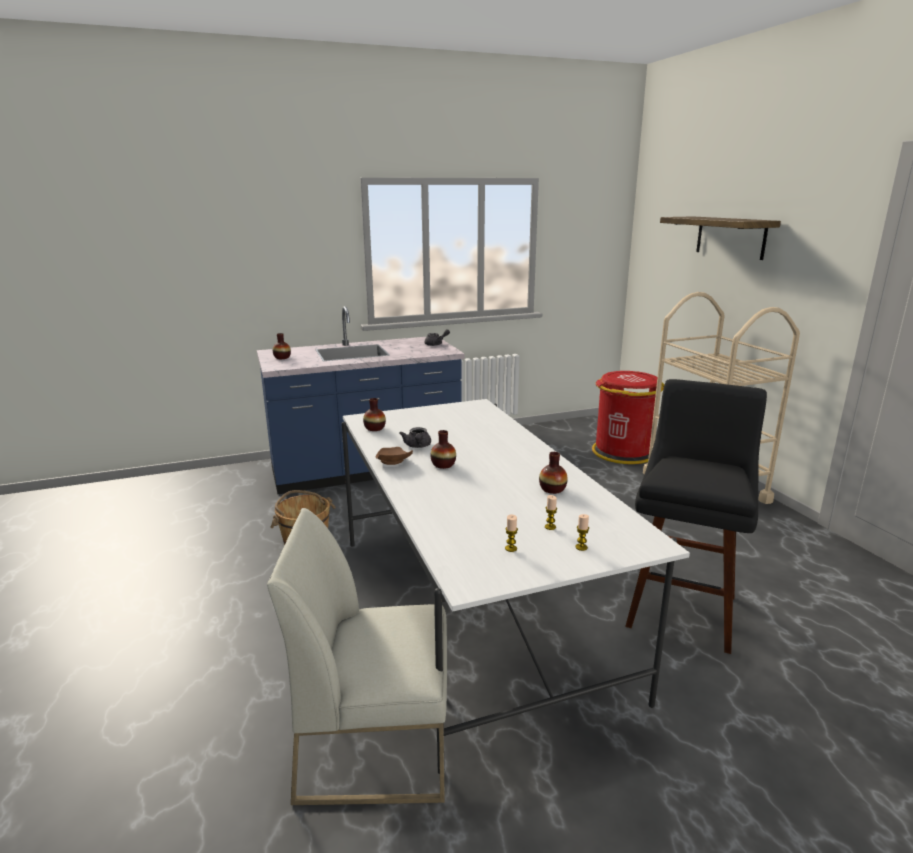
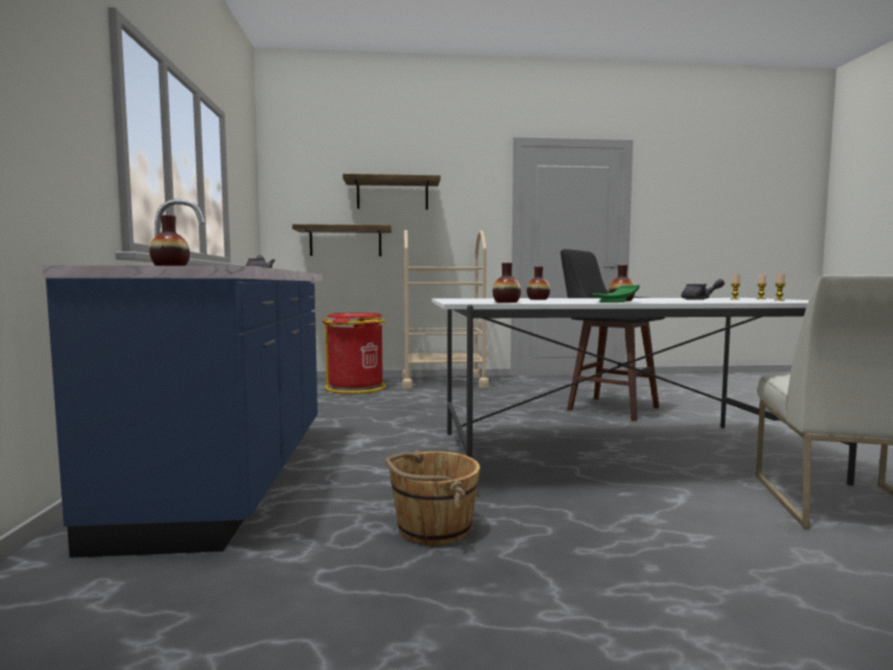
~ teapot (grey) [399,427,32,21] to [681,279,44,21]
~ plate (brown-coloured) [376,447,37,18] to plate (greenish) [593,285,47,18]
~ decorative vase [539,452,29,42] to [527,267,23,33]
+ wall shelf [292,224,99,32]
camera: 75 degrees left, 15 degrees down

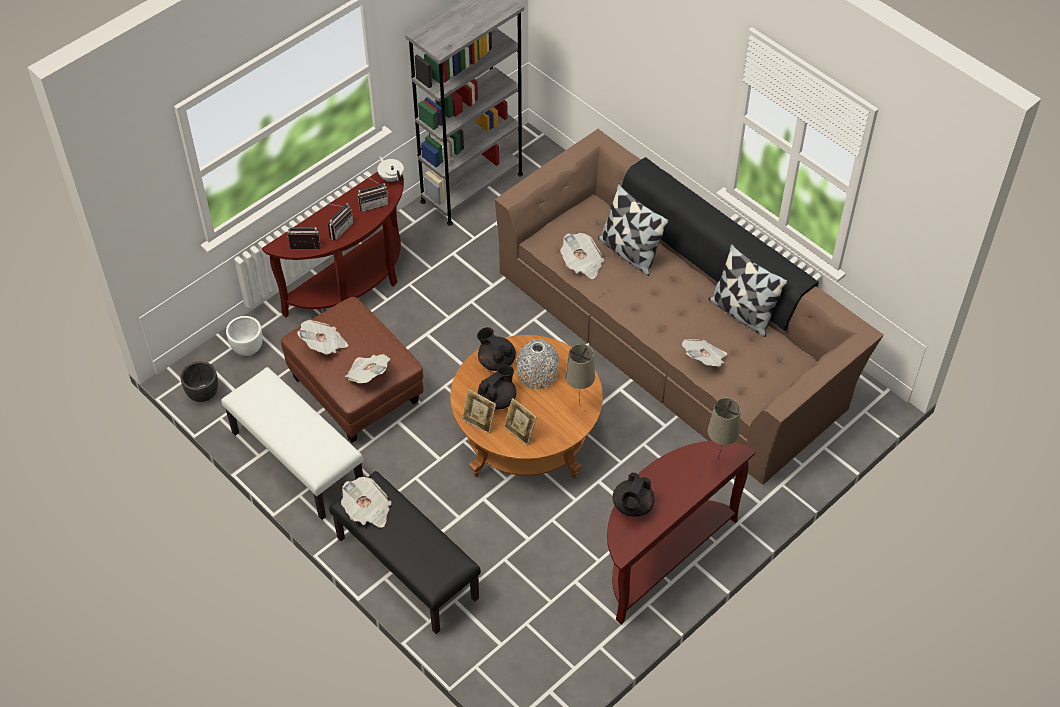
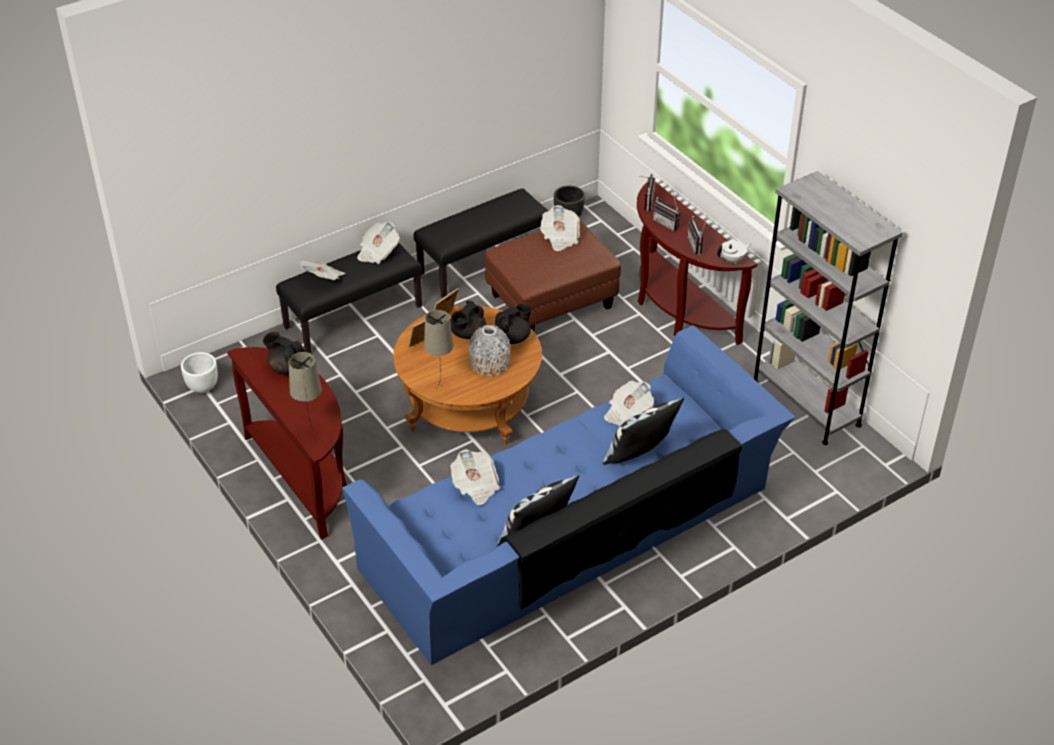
~ sofa (brown-coloured) [495,129,389,356] to sofa (bluish) [342,325,453,340]
~ flower pot (white) [226,316,36,40] to [181,352,37,42]
~ printed paper [345,354,45,29] to [299,260,46,20]
~ teapot (black-coloured) [478,365,38,45] = [450,301,36,38] 75 degrees clockwise
~ long seat (white) [221,367,142,153] to long seat (black-coloured) [414,188,135,110]
camera: 100 degrees right, 10 degrees down

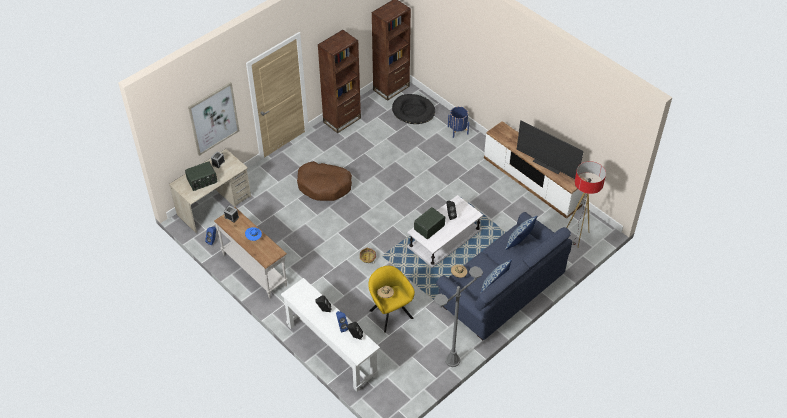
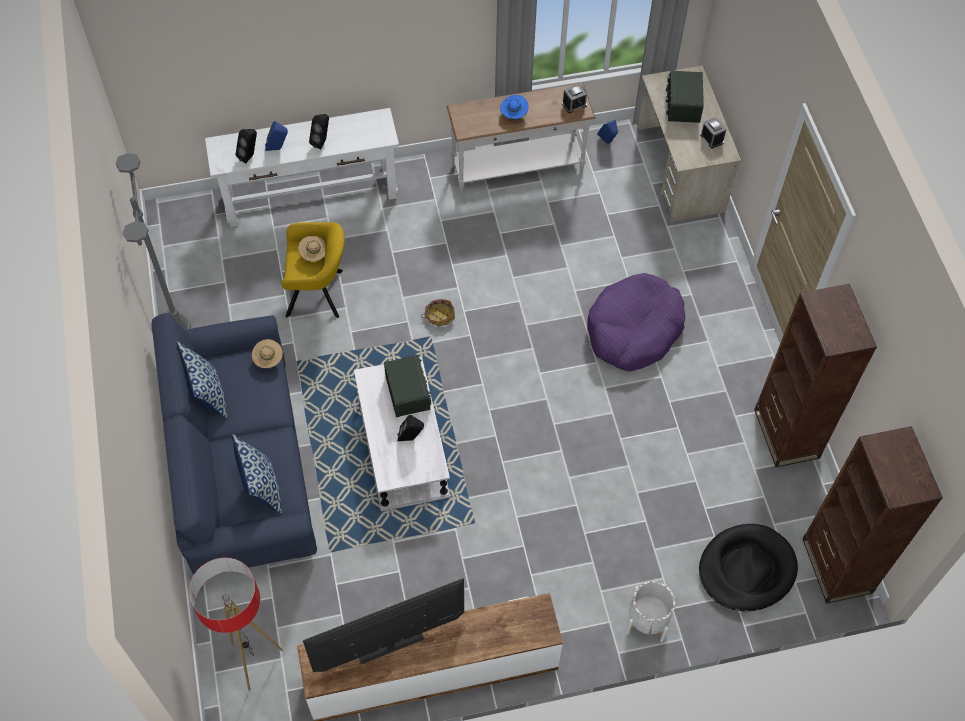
- picture [188,82,51,74]
~ flower pot (bluish) [448,106,21,32] to flower pot (white) [626,581,49,61]
~ dog cushion (brown-coloured) [297,161,55,40] to dog cushion (purple) [588,273,97,98]
camera: 120 degrees right, 10 degrees up

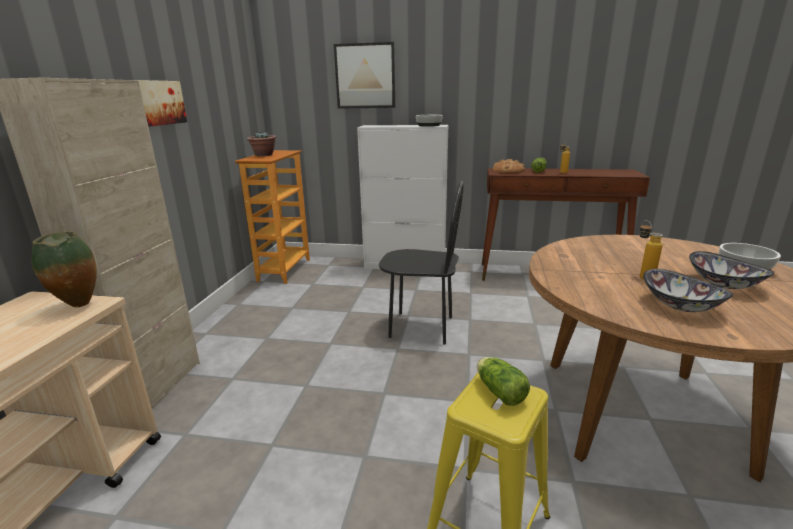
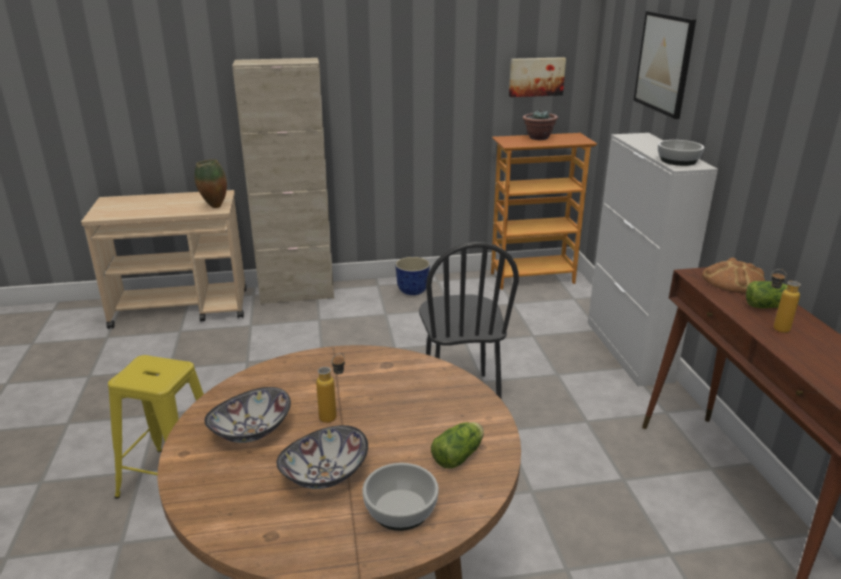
~ picture [138,80,49,47] to [509,57,57,40]
~ lettuce head [477,357,53,49] to [431,422,53,46]
+ flower pot [395,257,35,38]
camera: 70 degrees right, 5 degrees up

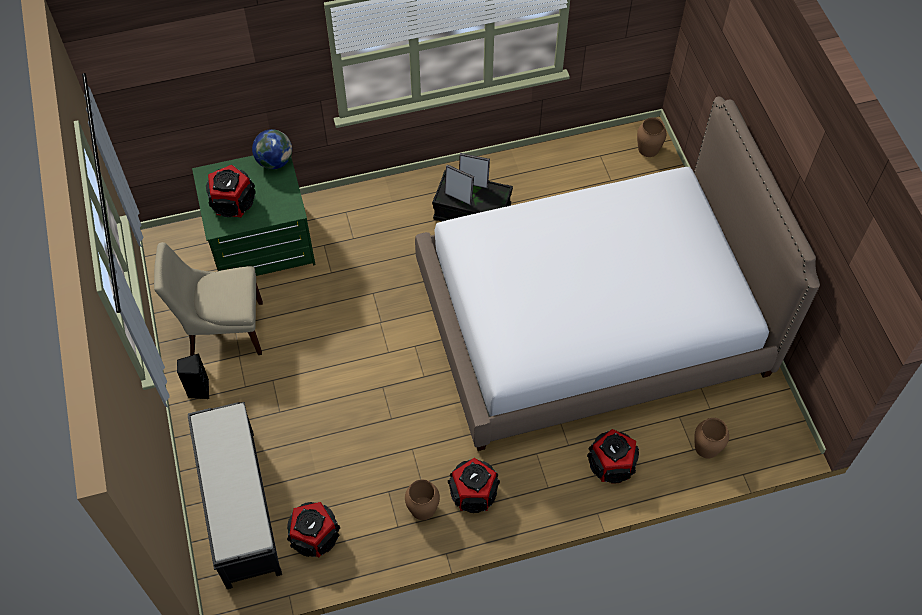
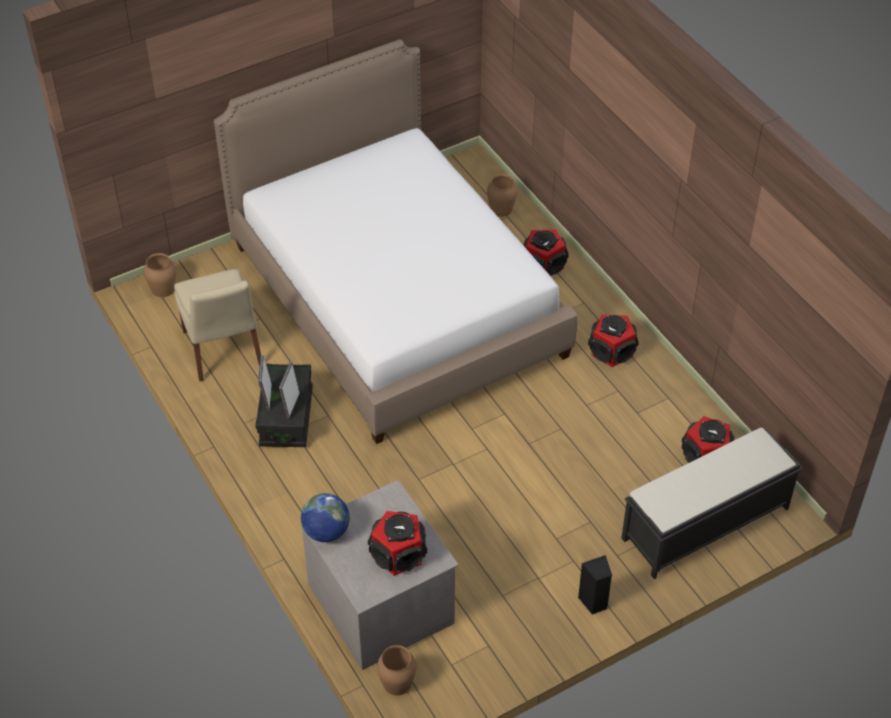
~ drawer chest (greenish) [192,155,124,121] to drawer chest (grey) [301,480,158,190]
~ chair (beige-coloured) [154,242,109,114] to [174,269,87,112]
~ decorative vase (brown-coloured) [405,479,35,41] to [377,645,39,51]
camera: 105 degrees left, 10 degrees down

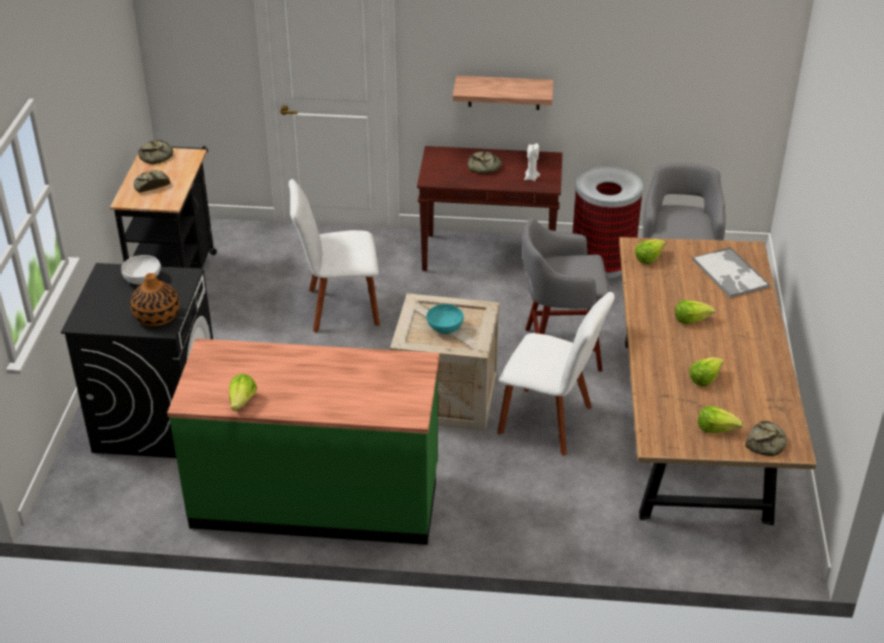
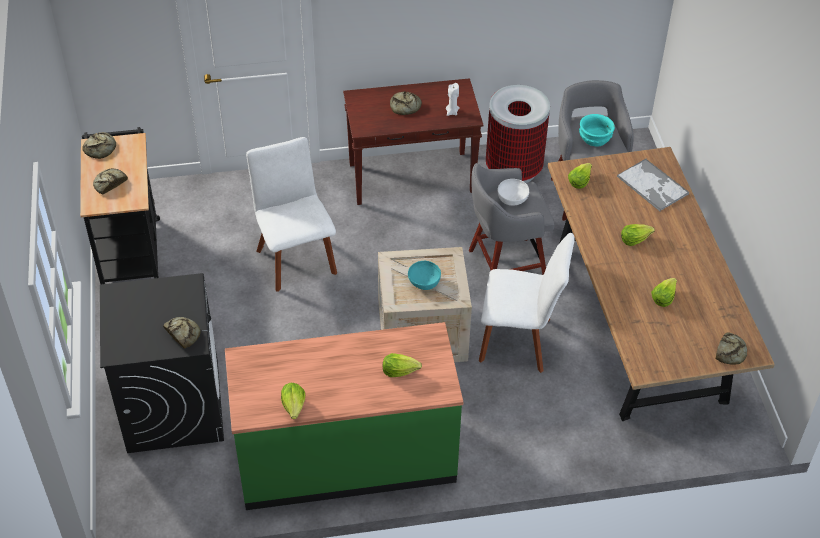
- wall shelf [453,76,101,34]
~ chair (white) [289,179,91,154] = [246,137,91,155] 90 degrees clockwise
~ deep dish (white) [121,255,40,29] to [498,179,31,27]
~ decorative vase [131,273,49,53] to bread [163,317,38,32]
~ lettuce head [698,406,45,27] to [383,353,39,24]
+ deep dish (turquoise) [579,114,36,33]
camera: 15 degrees left, 10 degrees up

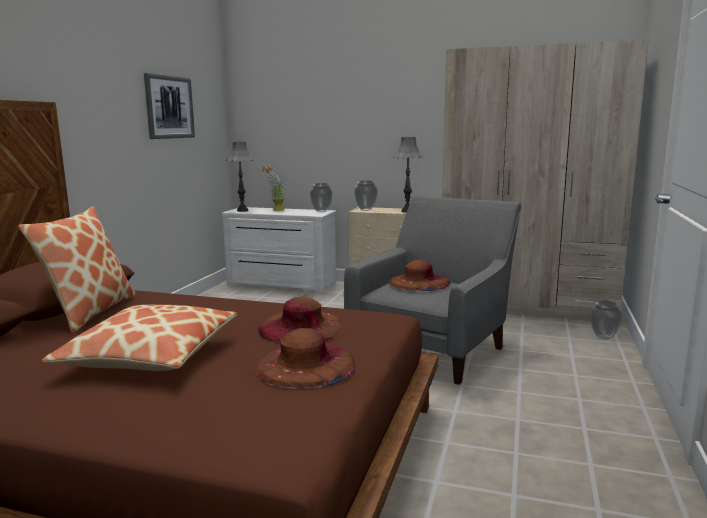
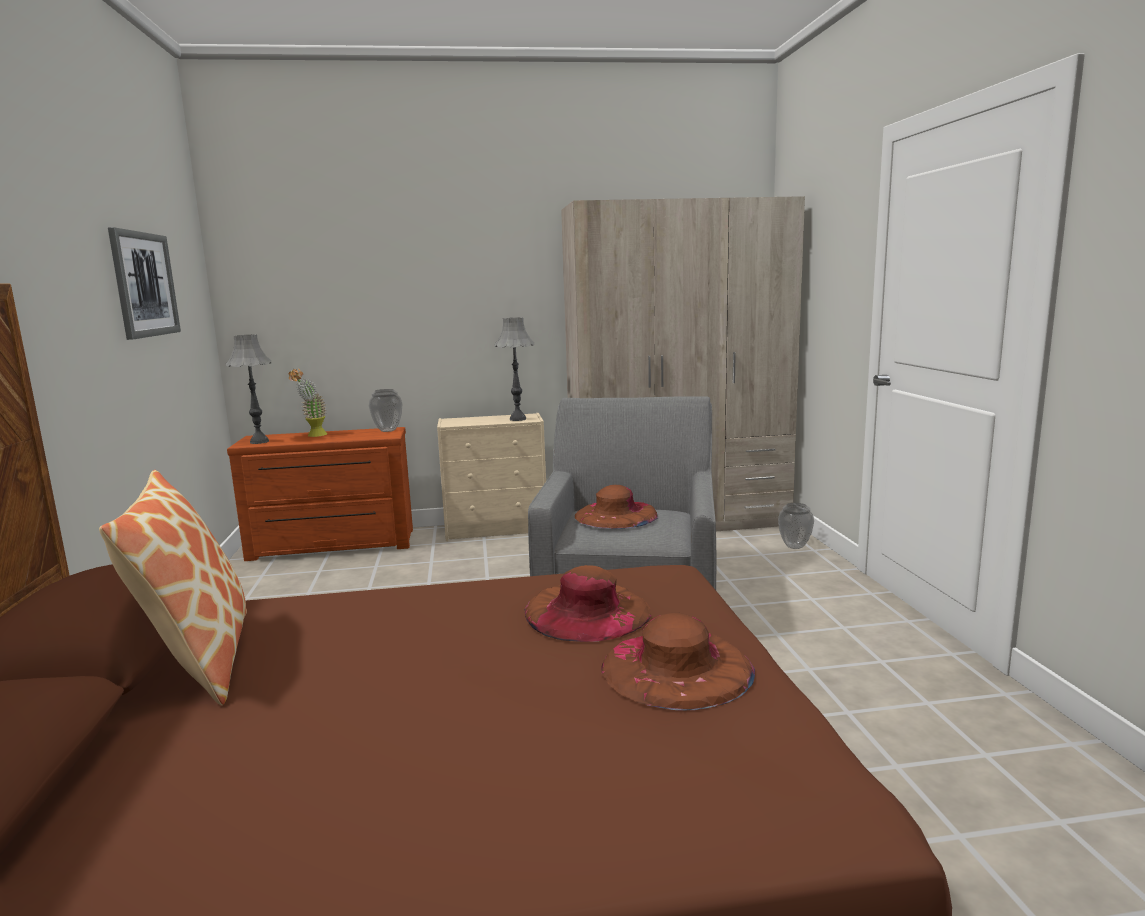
- decorative vase [354,180,24,31]
~ drawer chest (white) [222,207,114,86] to drawer chest (brown-coloured) [227,427,186,134]
- throw pillow [41,305,196,66]
camera: 25 degrees left, 0 degrees up

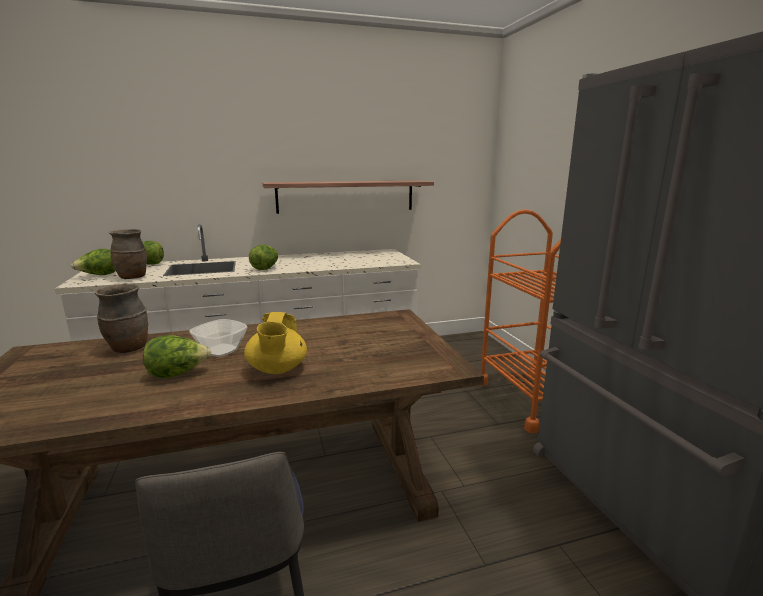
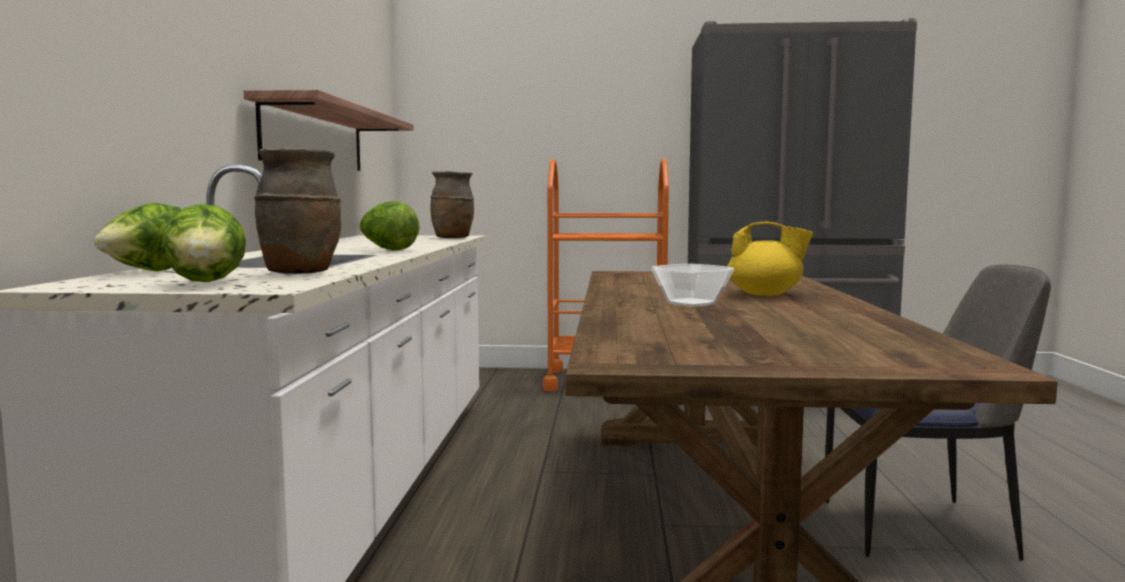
~ decorative vase (brown-coloured) [95,284,53,69] to [430,171,44,67]
- lettuce head [143,335,68,43]
camera: 70 degrees left, 10 degrees down

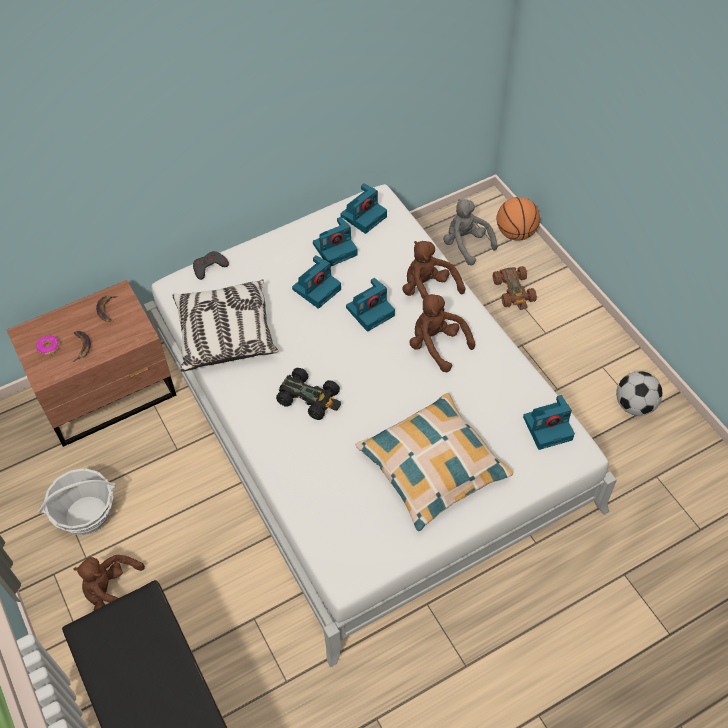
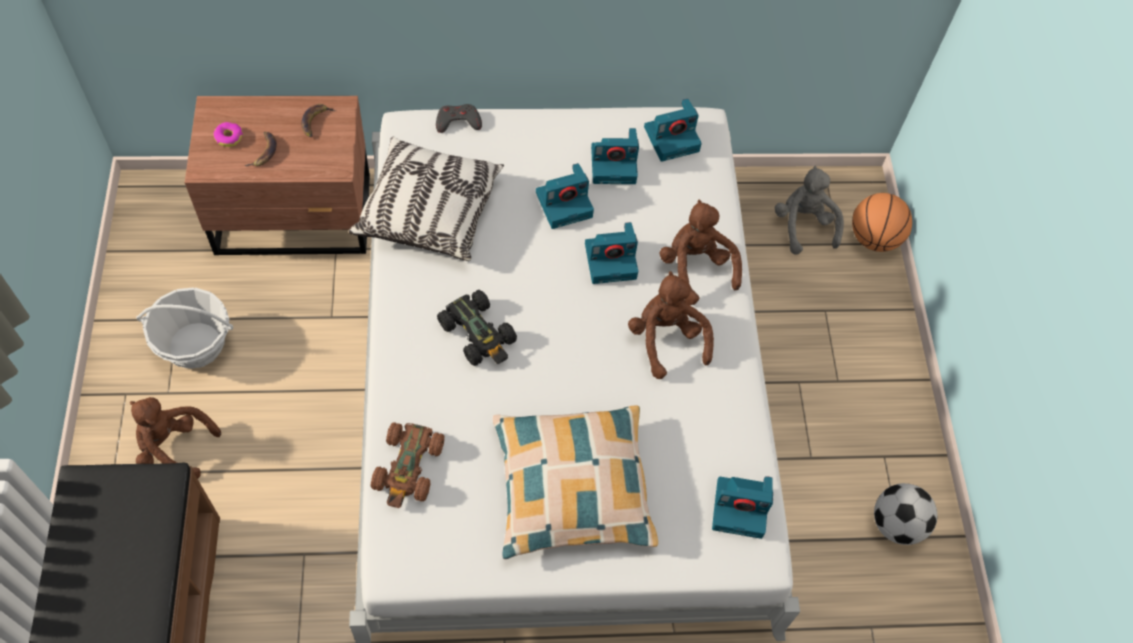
~ model car (brown-coloured) [493,266,44,44] to [370,422,75,86]
camera: 20 degrees right, 5 degrees up

